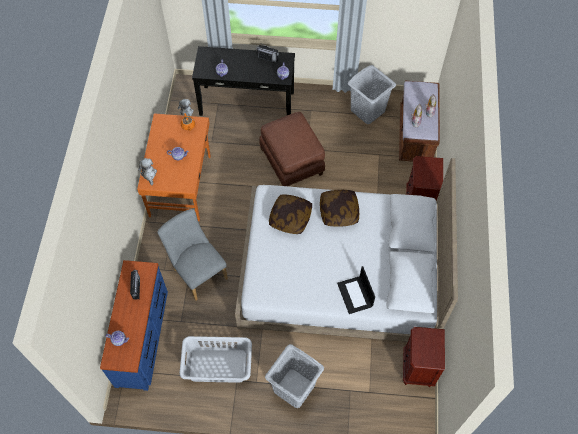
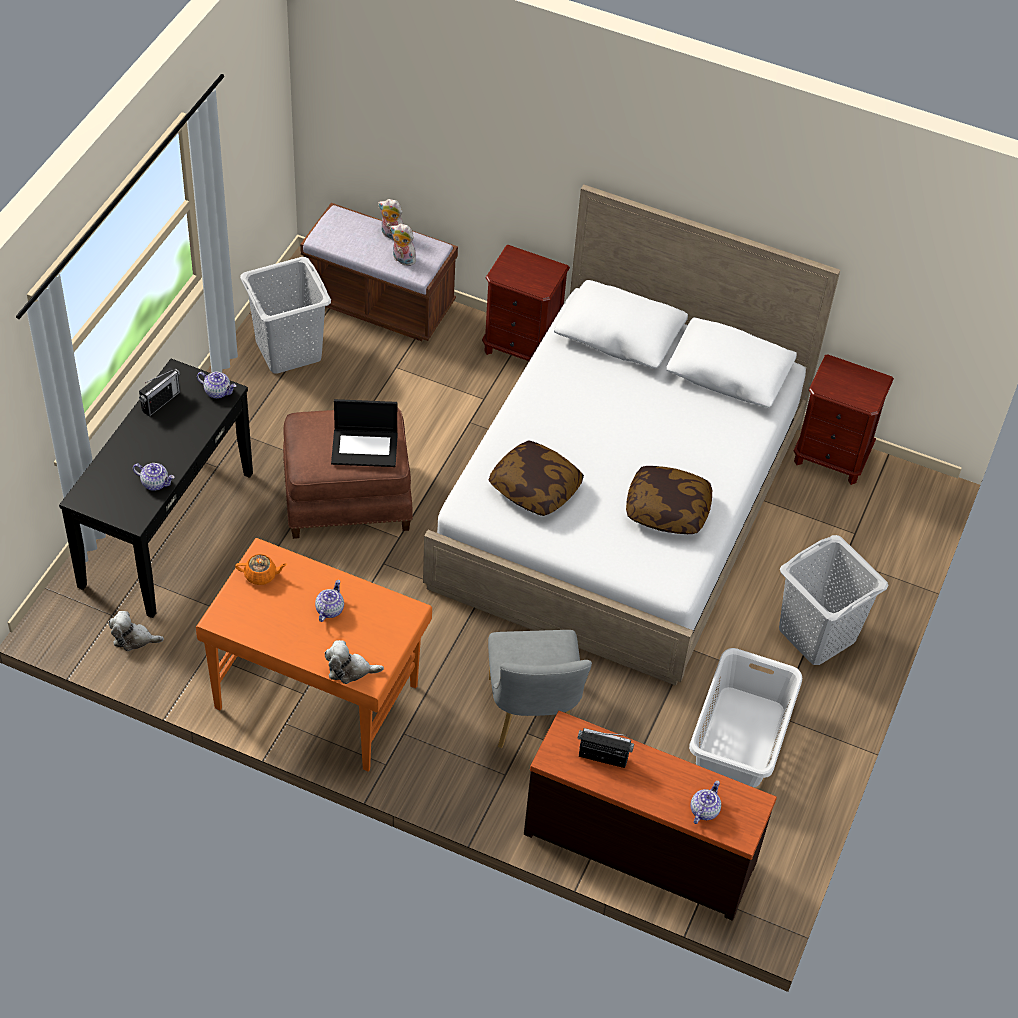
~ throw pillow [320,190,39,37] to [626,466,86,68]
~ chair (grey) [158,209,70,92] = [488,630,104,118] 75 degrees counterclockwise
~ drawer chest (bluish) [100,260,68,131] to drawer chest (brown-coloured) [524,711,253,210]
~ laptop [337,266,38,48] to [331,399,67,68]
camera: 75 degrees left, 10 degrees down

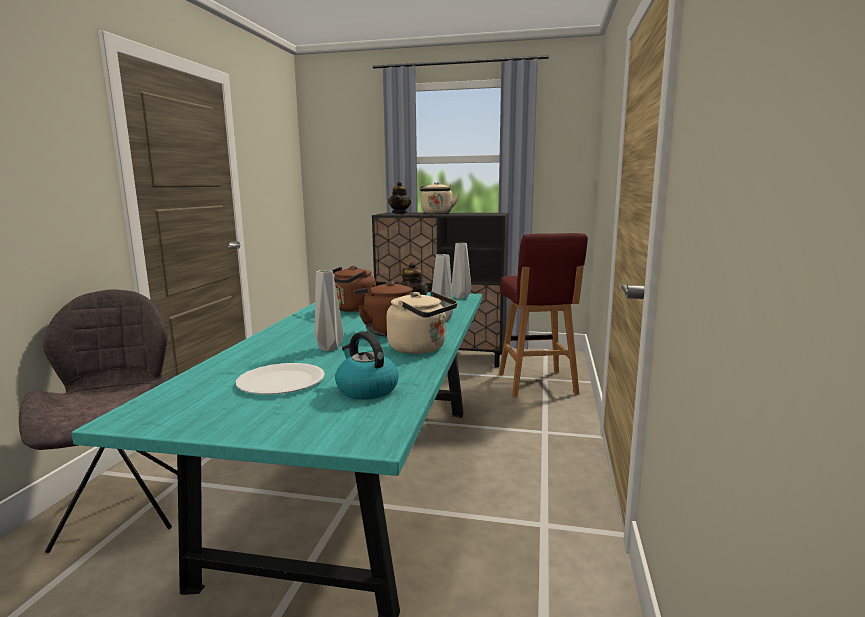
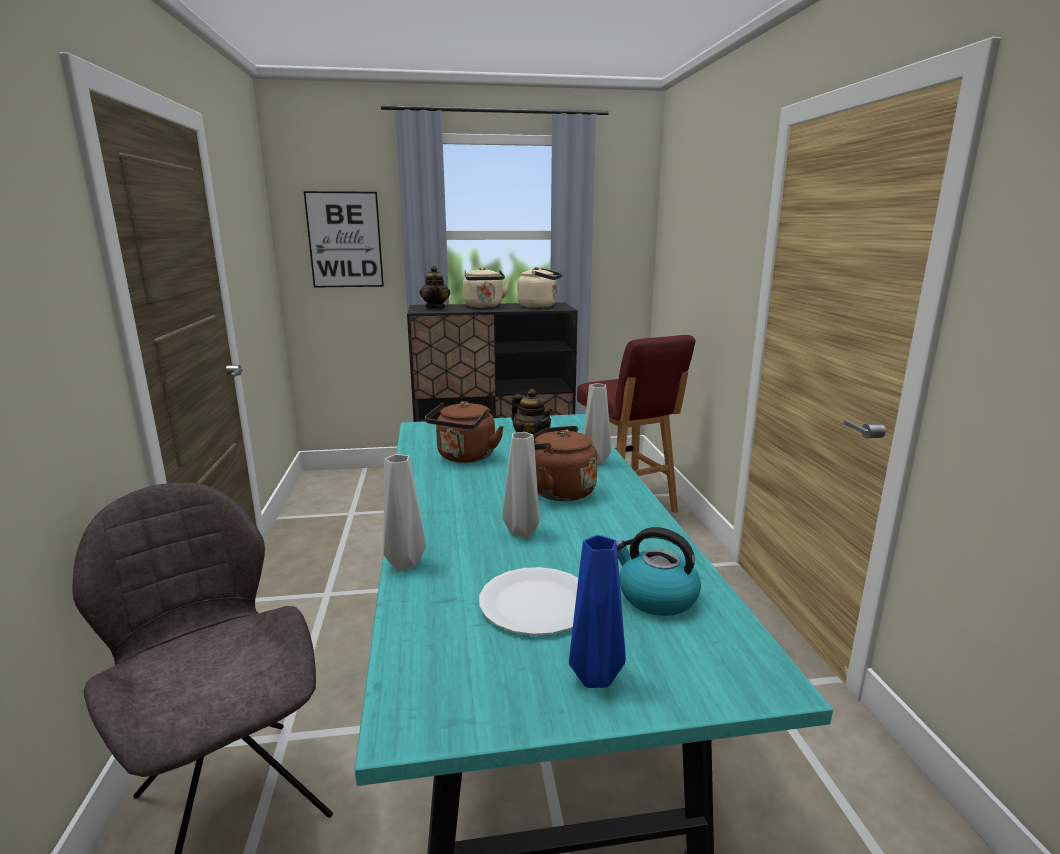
~ decorative vase (grey) [452,243,20,56] to [383,454,43,117]
~ tea kettle (beige-coloured) [386,291,71,63] to [517,267,45,41]
+ picture [304,191,80,97]
+ decorative vase (bluish) [569,535,57,153]
camera: 20 degrees left, 5 degrees up

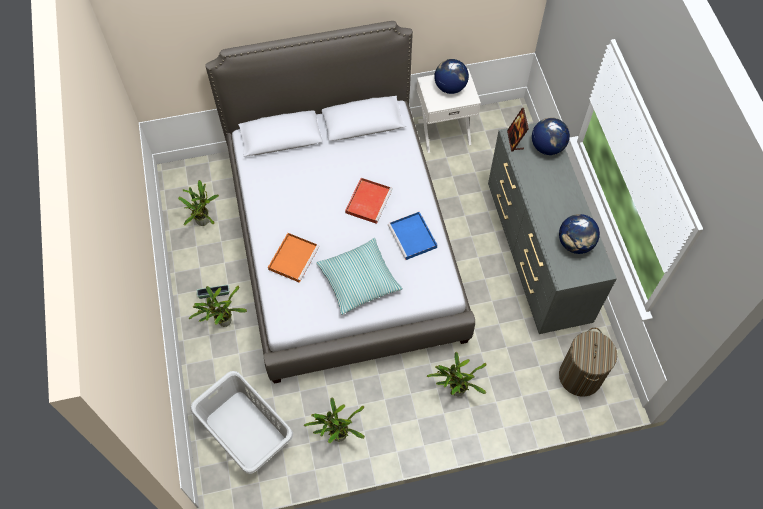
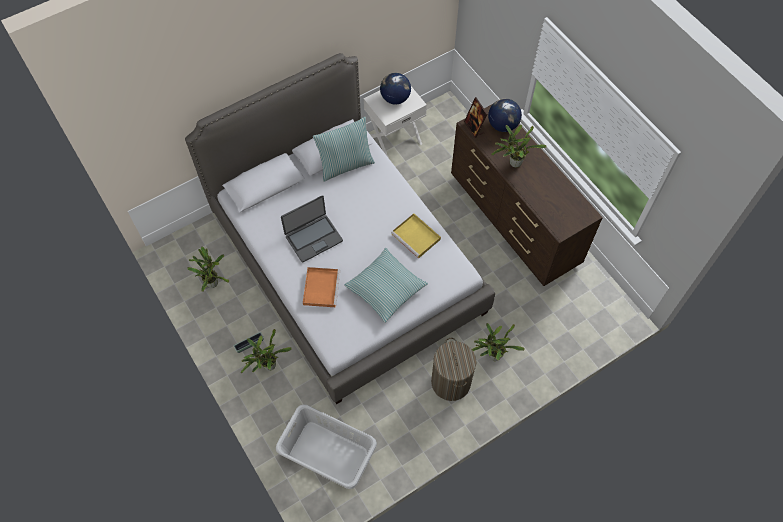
~ drawer chest (grey) [488,123,129,211] to drawer chest (brown-coloured) [451,104,152,182]
- carrying tray (red-coloured) [345,178,48,46]
~ carrying tray (bluish) [388,212,49,48] to carrying tray (yellowish) [391,213,50,46]
- globe [559,214,41,40]
~ laundry basket [559,328,58,69] to [431,338,45,63]
~ potted plant [304,398,61,45] to [491,125,56,43]
+ throw pillow [313,117,62,65]
+ laptop [281,195,62,67]
camera: 20 degrees left, 0 degrees up

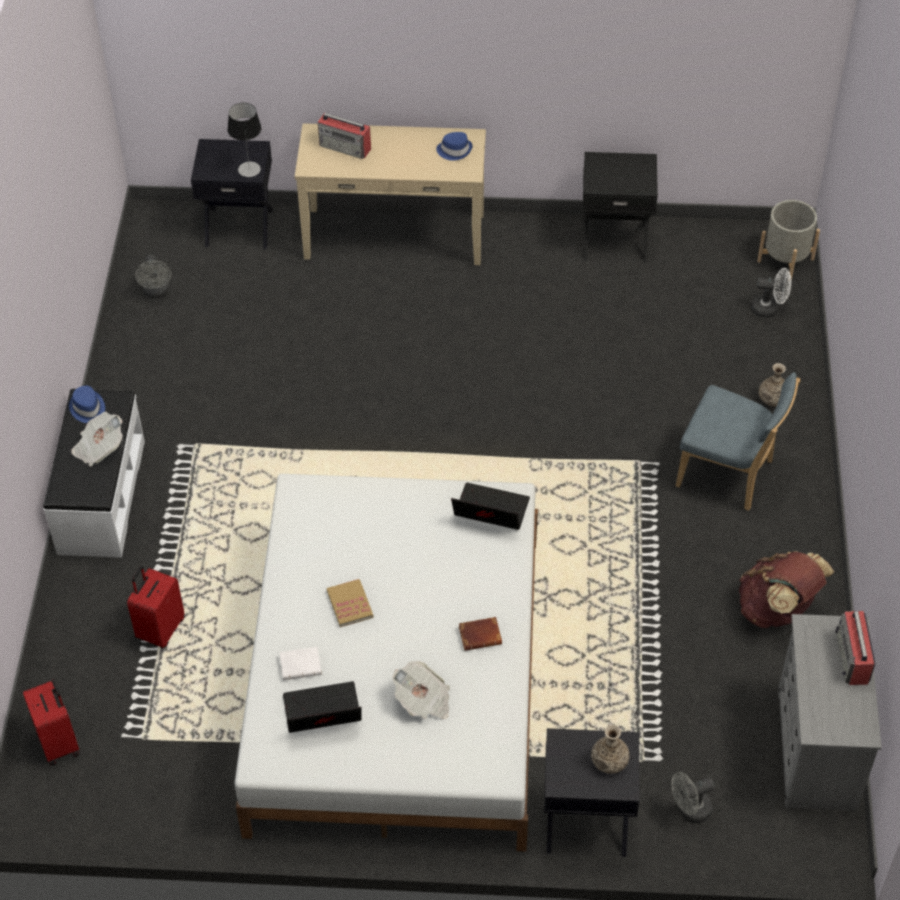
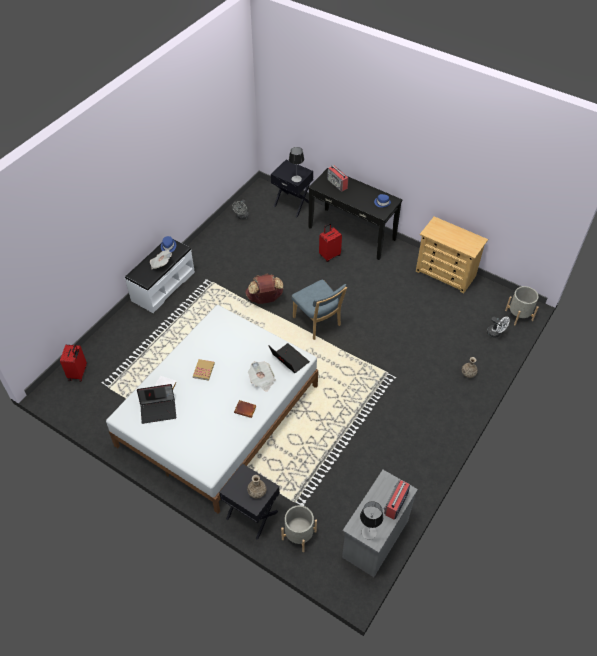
~ hall table (beige-coloured) [295,123,191,142] to hall table (black-coloured) [308,168,94,92]
~ bedside table (black-coloured) [583,152,75,111] to drawer chest (beige-coloured) [416,216,72,77]
~ chair (bluish) [676,372,124,139] to [292,279,55,61]
~ knapsack (brown-coloured) [739,551,95,77] to [246,274,38,30]
~ suitcase (red-coloured) [127,566,57,83] to [319,223,23,39]
~ printed paper [393,661,57,58] to [248,361,28,30]
~ laptop [283,681,79,52] = [137,384,39,40] 150 degrees clockwise
~ electric fan (grey) [671,772,44,51] to flower pot (grey) [281,505,36,47]
+ tabletop lamp [360,501,23,39]
camera: 30 degrees right, 0 degrees up

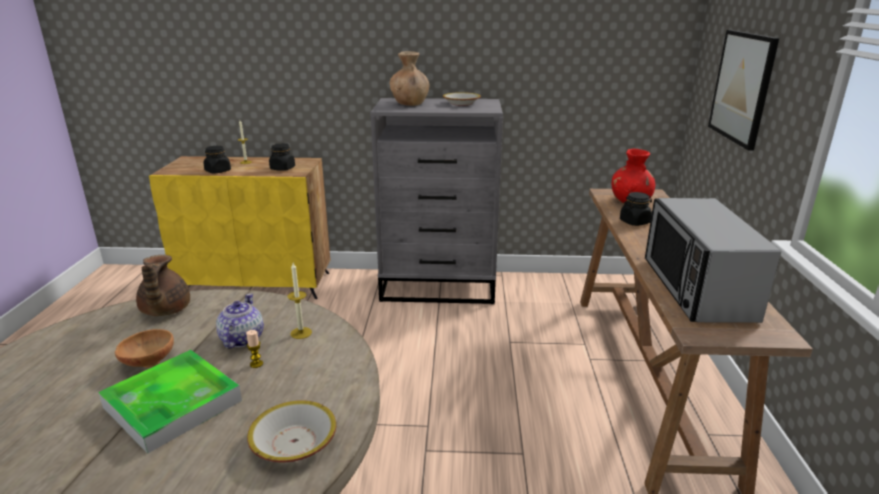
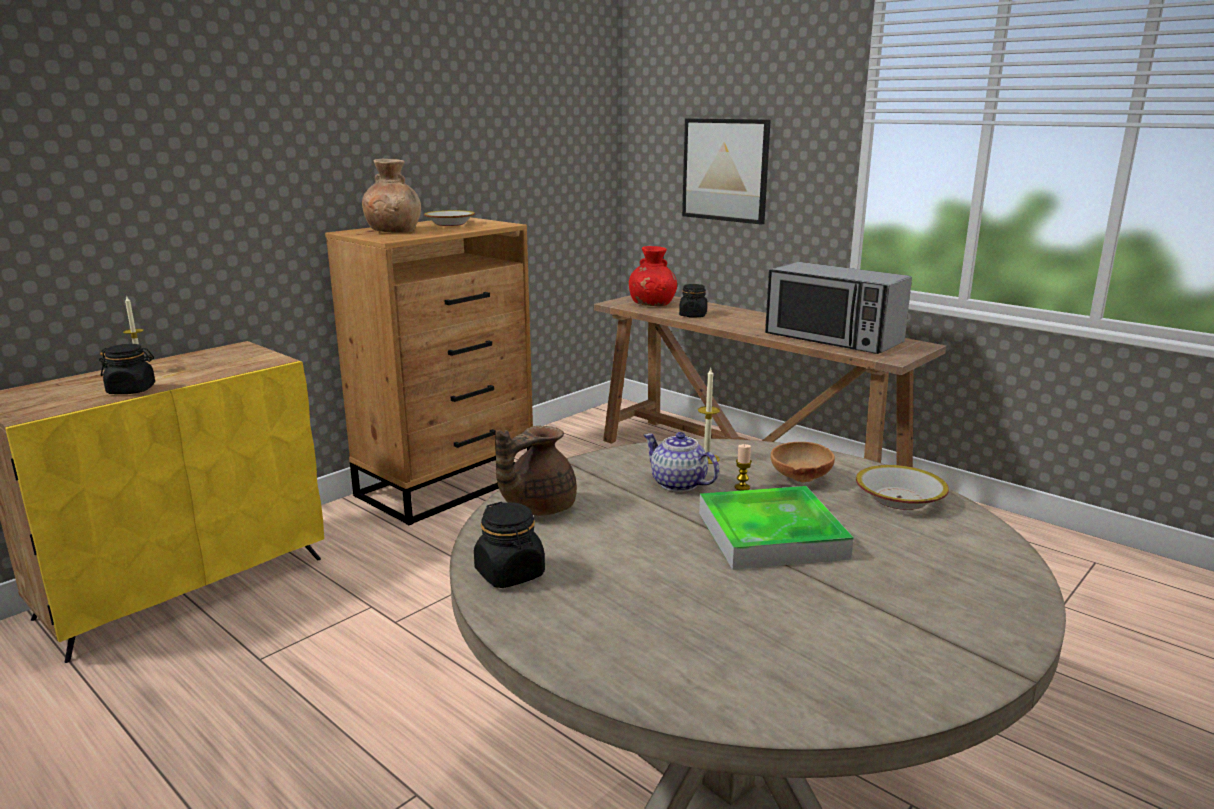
~ drawer chest (grey) [370,98,133,206] to drawer chest (brown-coloured) [325,217,208,308]
~ preserve jar (black-coloured) [269,143,26,28] to [474,502,71,86]
~ teapot (brown-coloured) [136,255,54,61] = [495,426,82,89] 105 degrees clockwise
~ deep dish (brown-coloured) [115,329,59,39] to [771,442,64,41]
camera: 50 degrees left, 5 degrees down

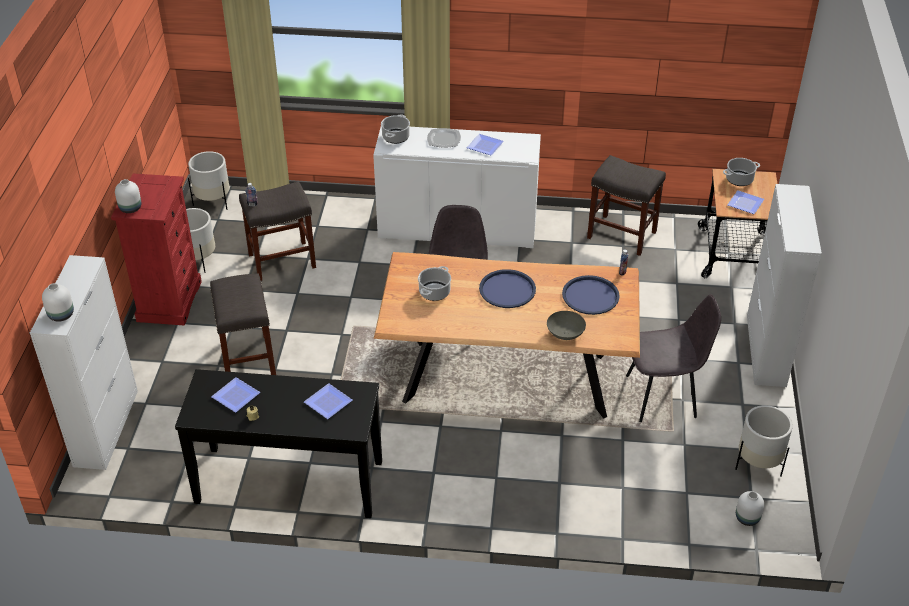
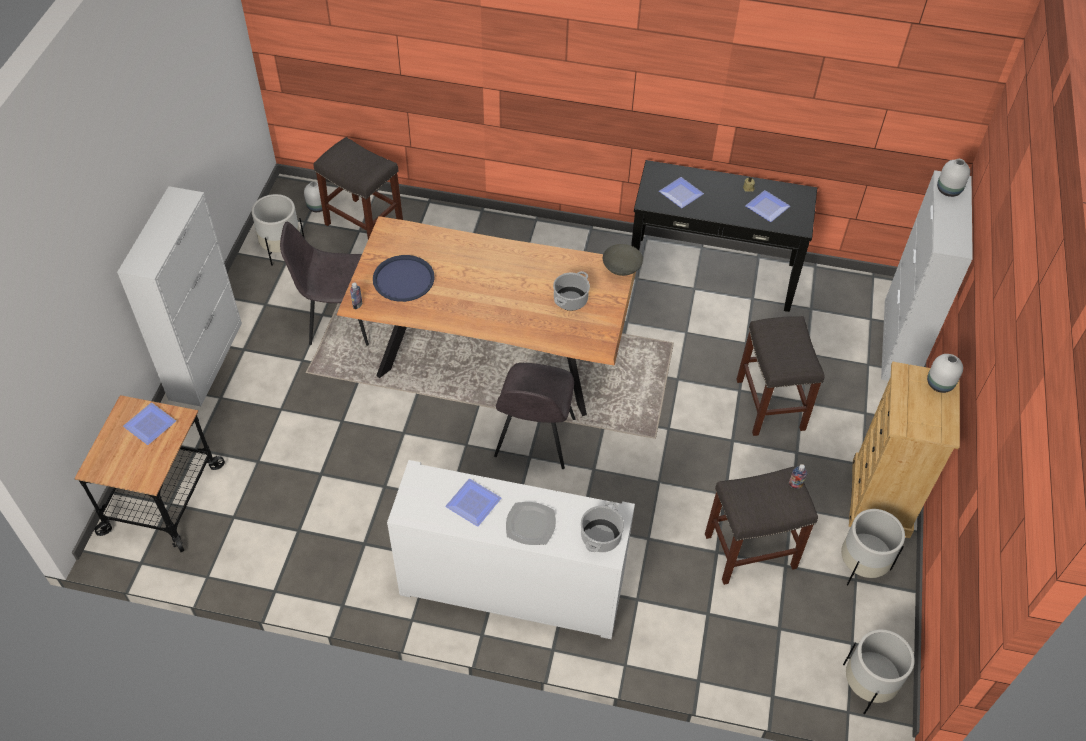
~ stool seat (grey) [587,155,79,101] to [314,137,89,102]
- saucepot [723,158,37,28]
~ drawer chest (red-coloured) [111,174,91,152] to drawer chest (beige-coloured) [849,361,111,177]
- carrying tray (bluish) [479,269,57,39]
~ deep dish (grey) [547,311,39,29] to [603,244,40,32]
camera: 175 degrees left, 10 degrees up

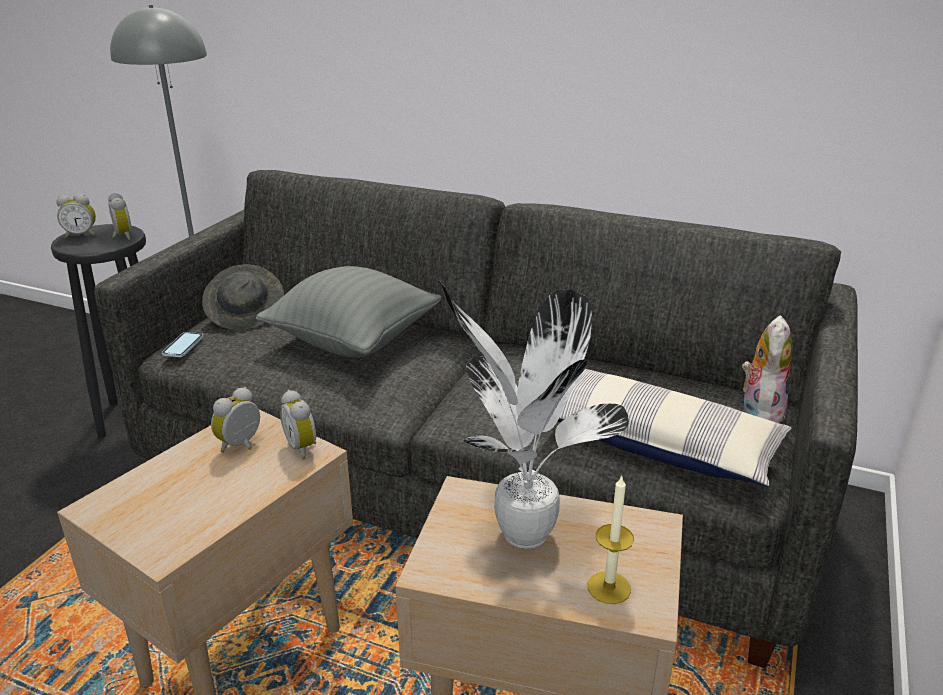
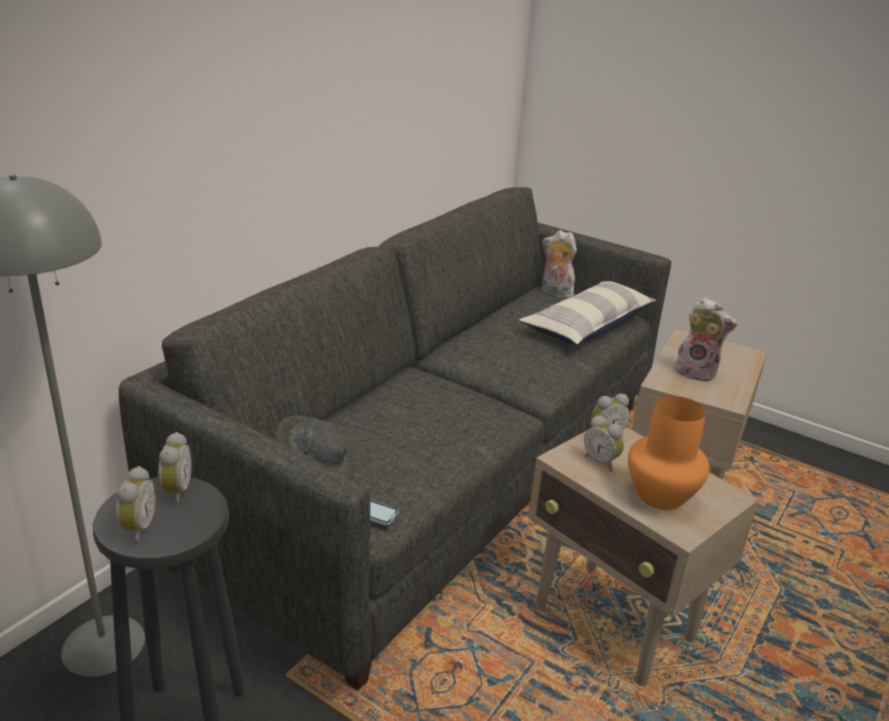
~ table clock [108,193,24,47] = [158,432,34,72] 105 degrees clockwise
- throw pillow (grey) [256,266,186,91]
~ potted plant [439,281,190,268] to cuddly toy [674,297,63,85]
- candle [588,476,46,128]
+ decorative vase (orangey) [628,396,82,114]
camera: 80 degrees left, 0 degrees up

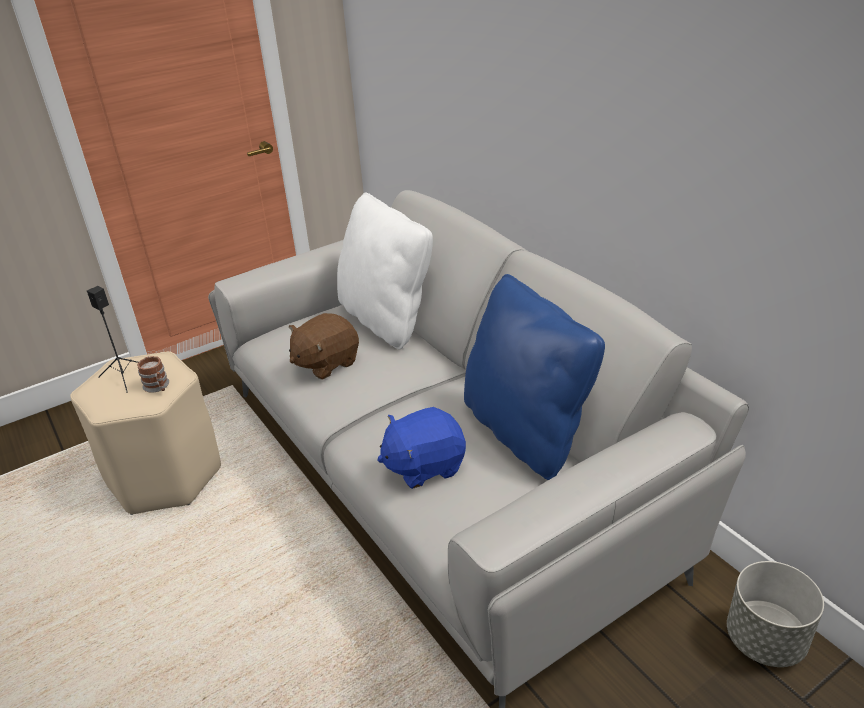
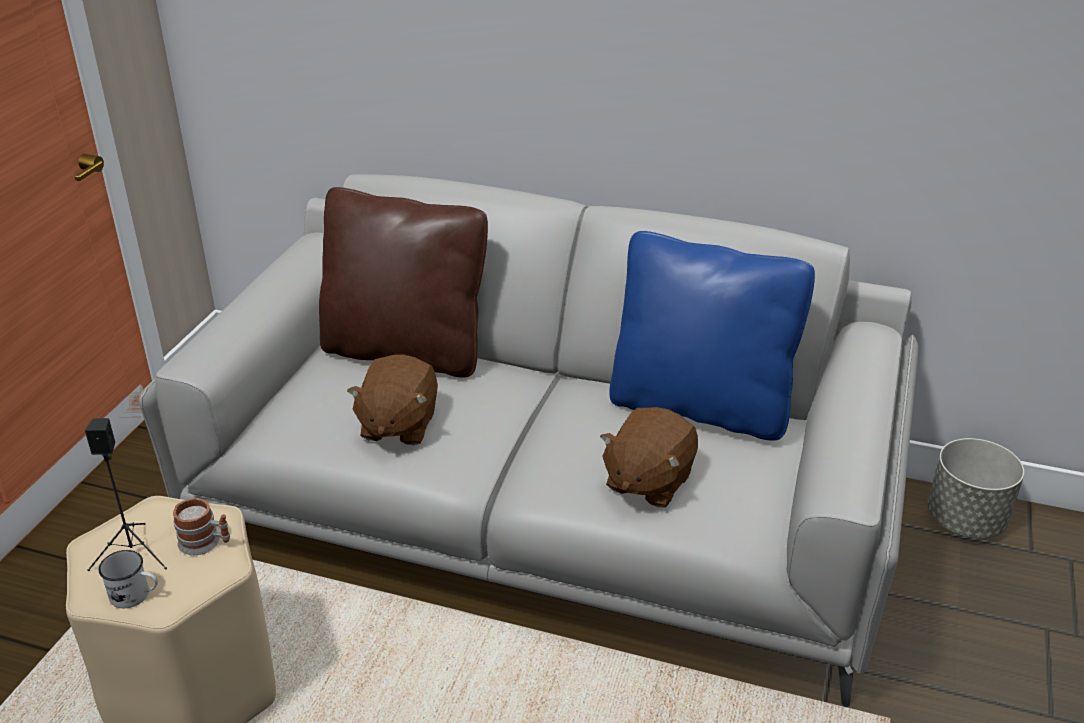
~ throw pillow (white) [337,192,96,158] to throw pillow (brown-coloured) [319,187,169,190]
~ cuddly toy (bluish) [378,407,88,82] to cuddly toy (brown-coloured) [600,407,98,101]
+ tea mug (white) [98,550,60,58]
camera: 40 degrees left, 0 degrees up

